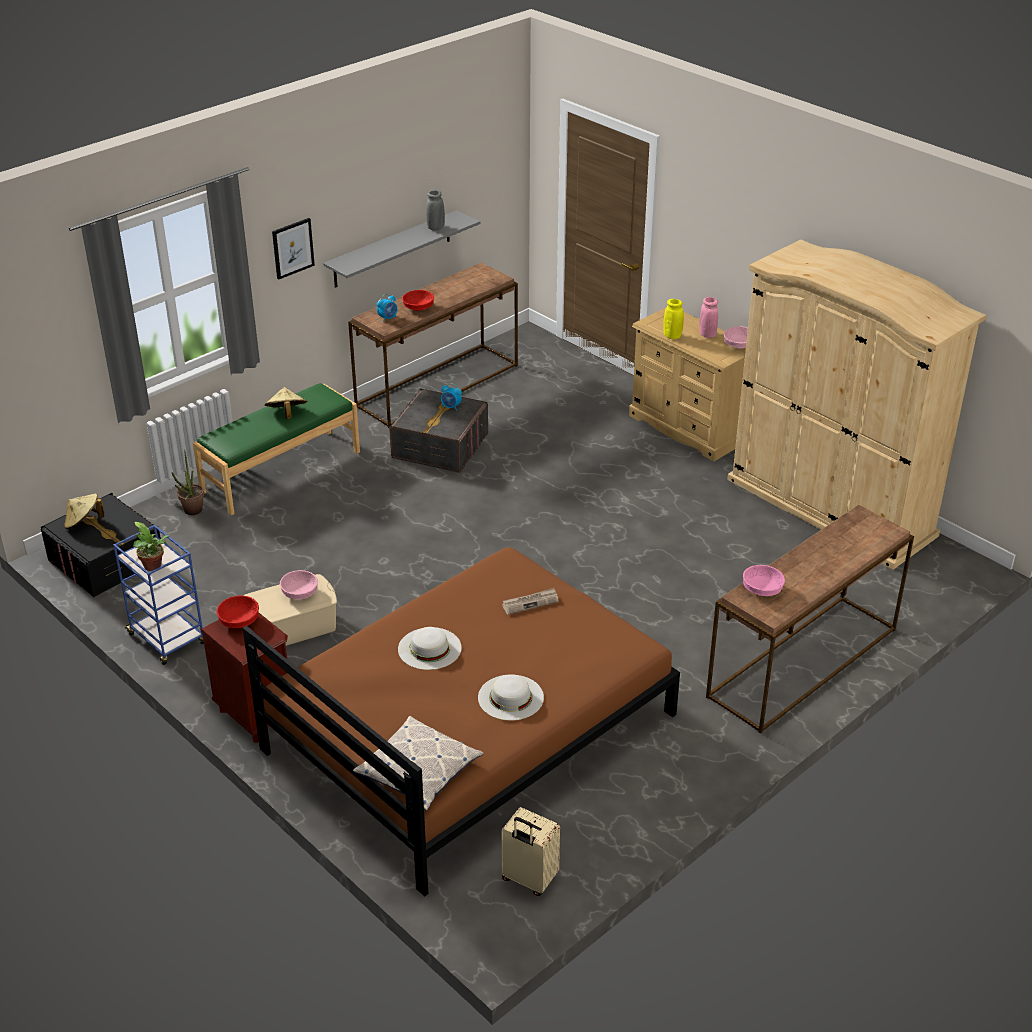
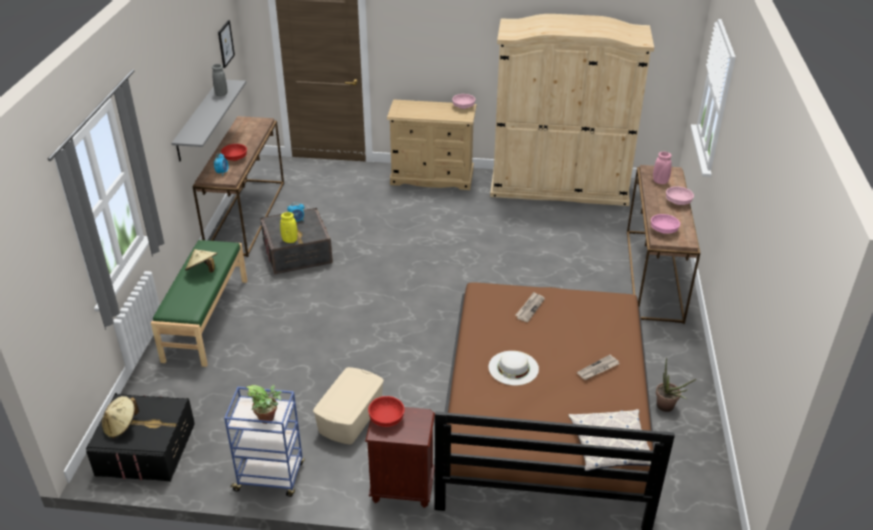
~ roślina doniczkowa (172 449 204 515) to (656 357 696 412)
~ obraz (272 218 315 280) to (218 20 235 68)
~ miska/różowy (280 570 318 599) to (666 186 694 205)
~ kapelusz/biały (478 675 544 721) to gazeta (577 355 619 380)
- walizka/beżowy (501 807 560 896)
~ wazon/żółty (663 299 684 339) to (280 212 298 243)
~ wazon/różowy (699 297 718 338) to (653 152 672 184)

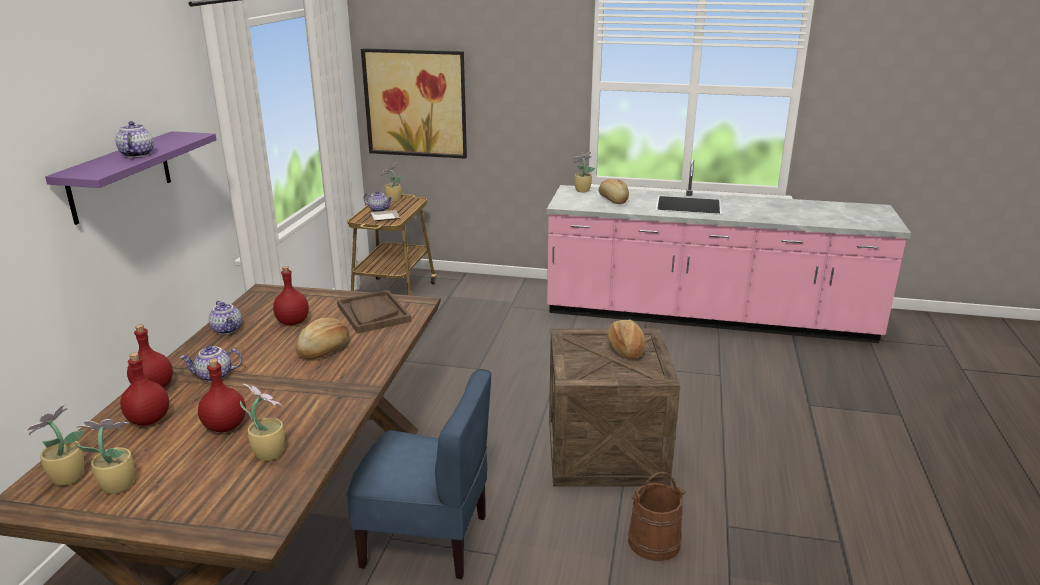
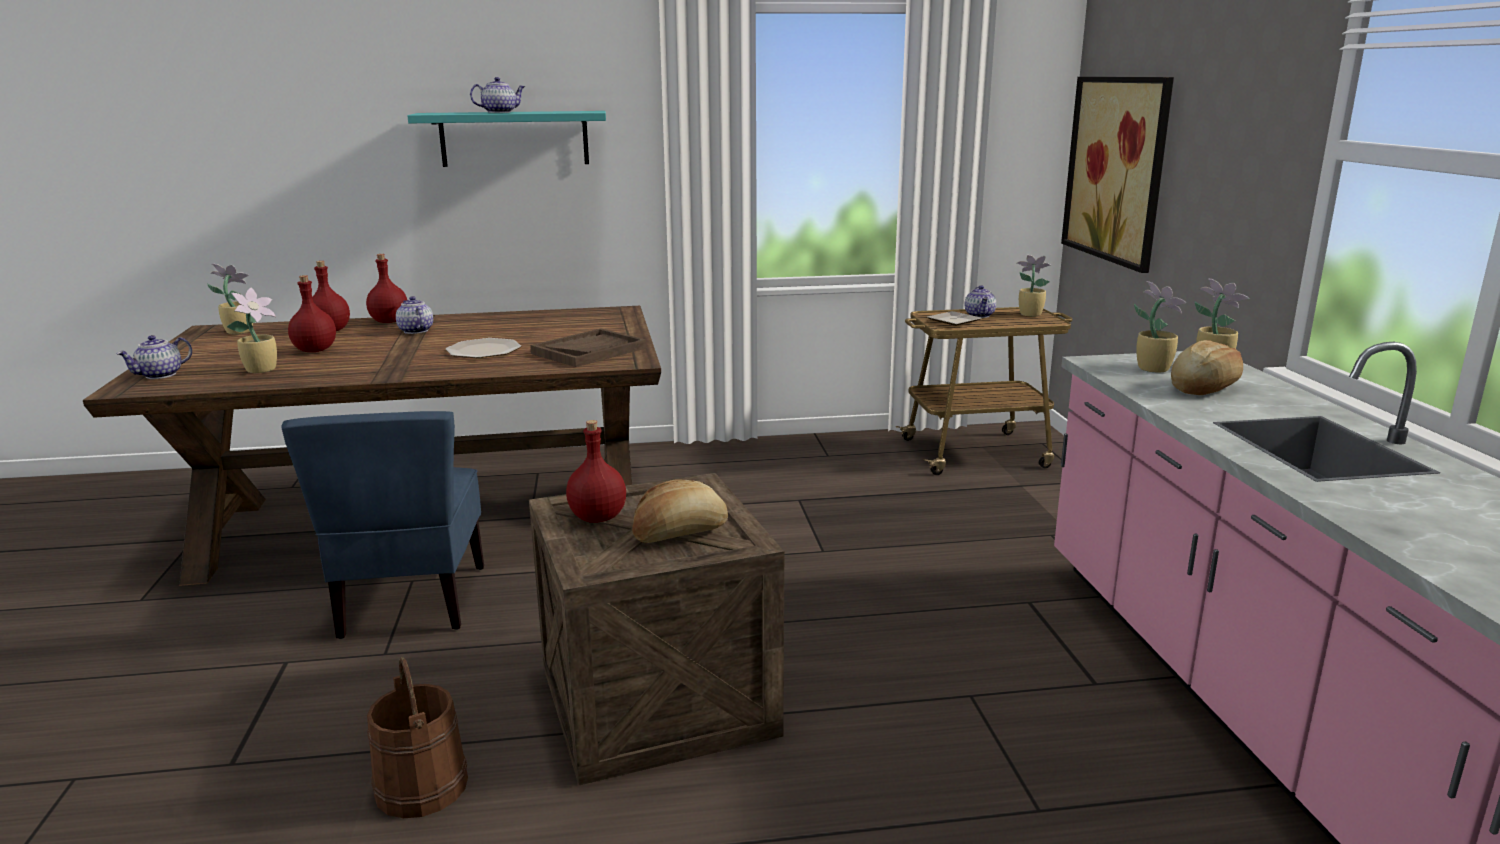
~ półka/fioletowy (45 131 216 225) to półka/turkusowy (407 111 606 167)
~ roślina doniczkowa (76 419 135 494) to (1134 281 1186 373)
~ imbryk (209 301 242 334) to (117 335 192 379)
~ butelka/czerwony (273 266 309 325) to (566 420 626 523)
~ chleb (296 317 349 360) to talerz (446 338 521 358)

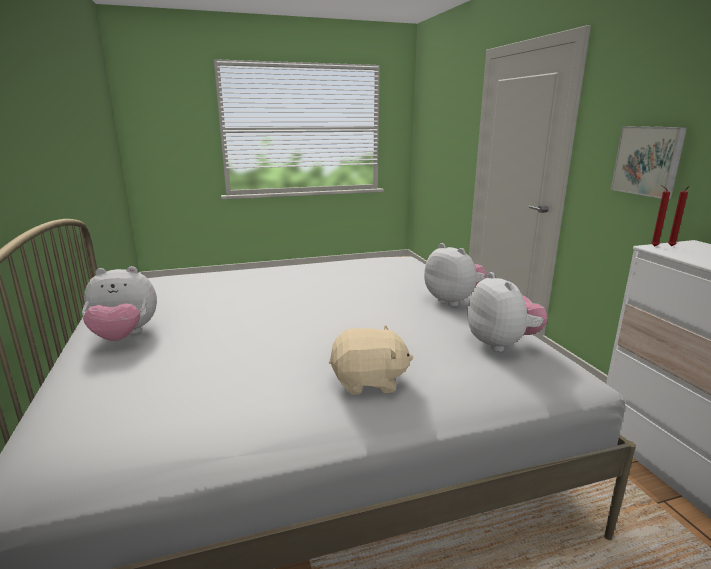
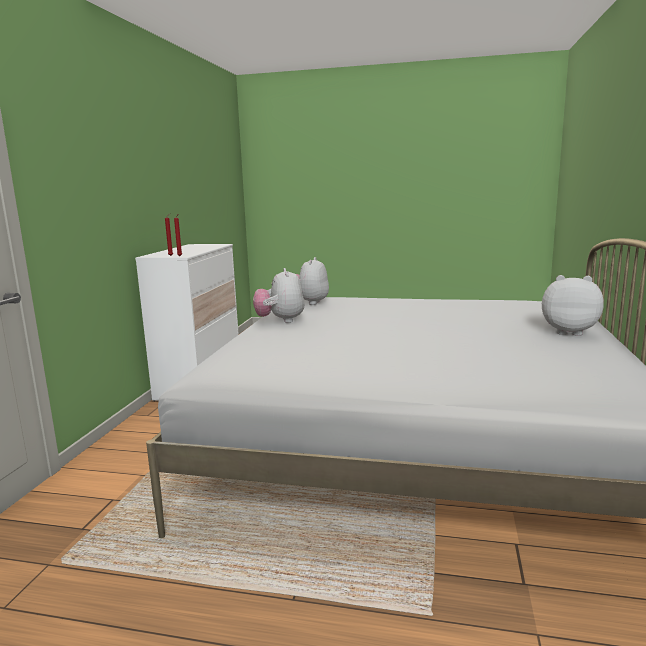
- pluszak/beżowy (329 325 413 395)
- obraz (611 126 687 199)

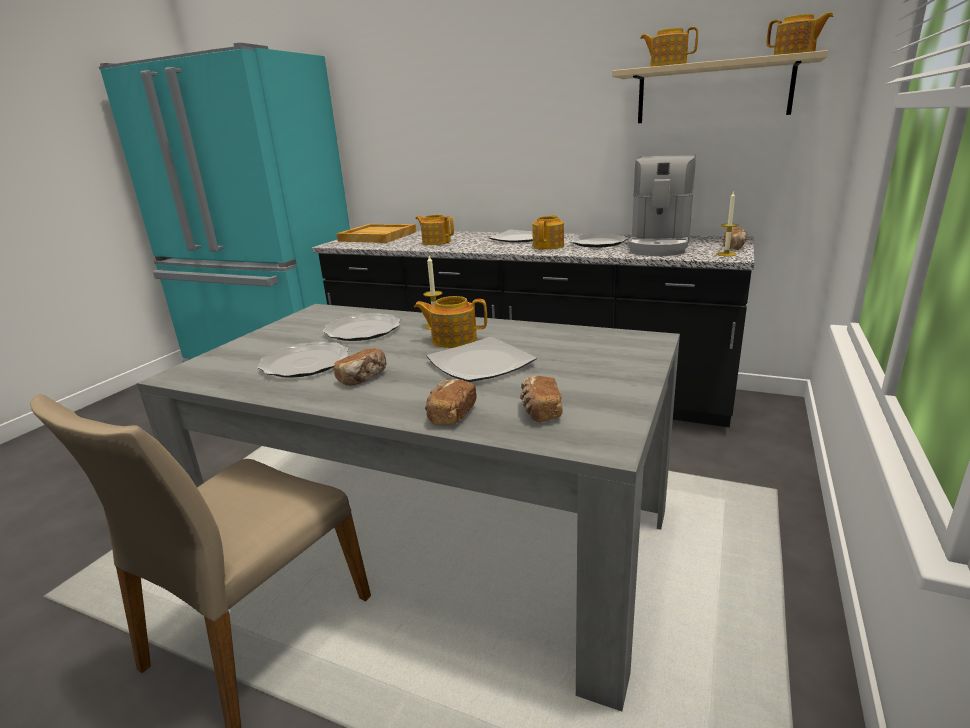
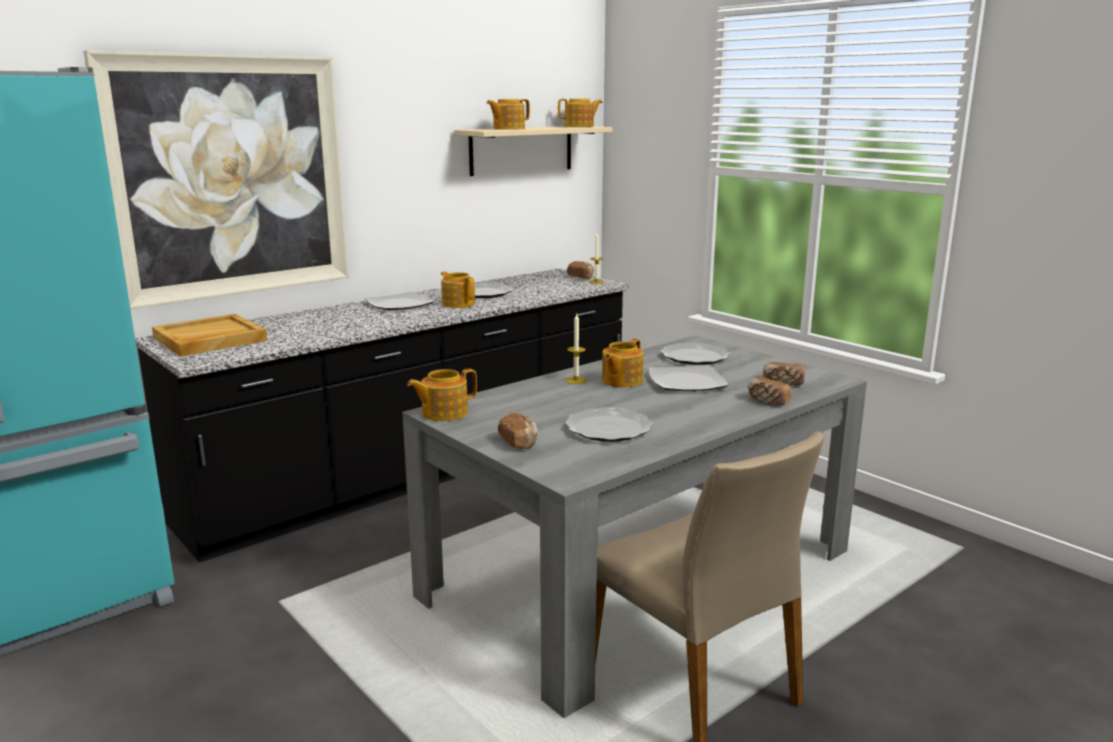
~ talerz (323 313 401 341) to (660 342 730 365)
~ chleb (334 348 386 386) to (498 413 538 449)
~ imbryk (415 215 454 245) to (407 369 477 421)
- ekspres do kawy (628 154 696 256)
+ obraz (83 50 349 310)

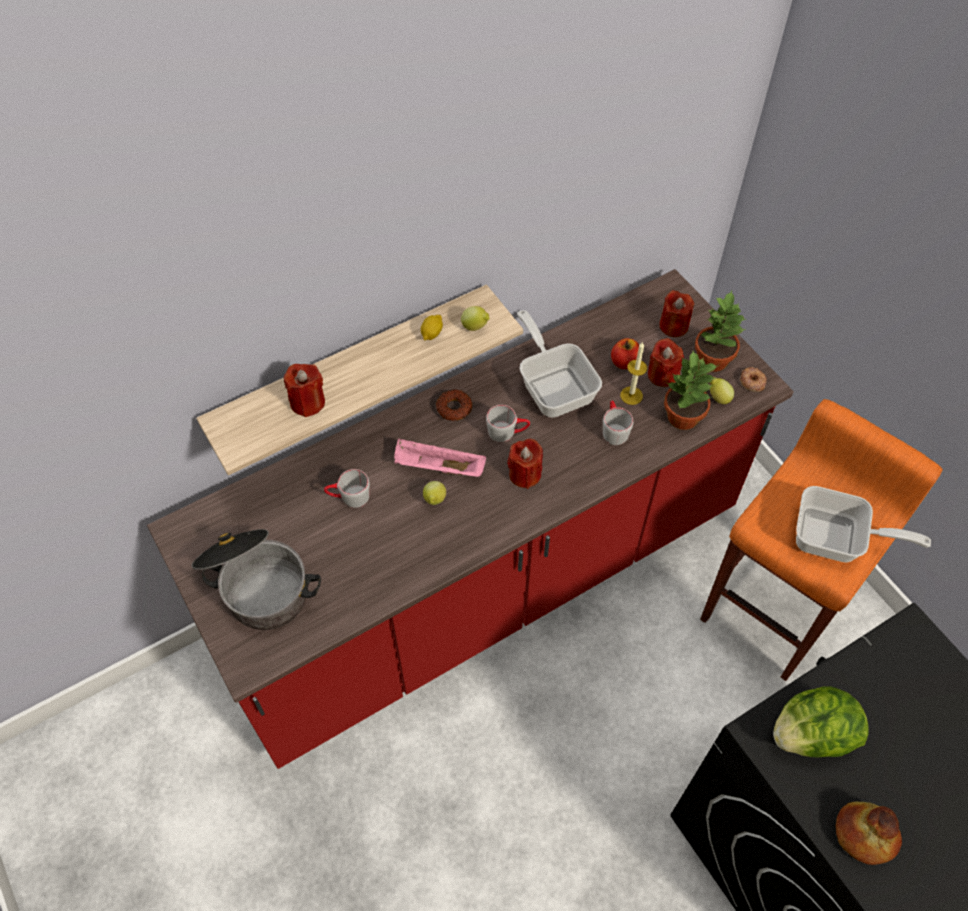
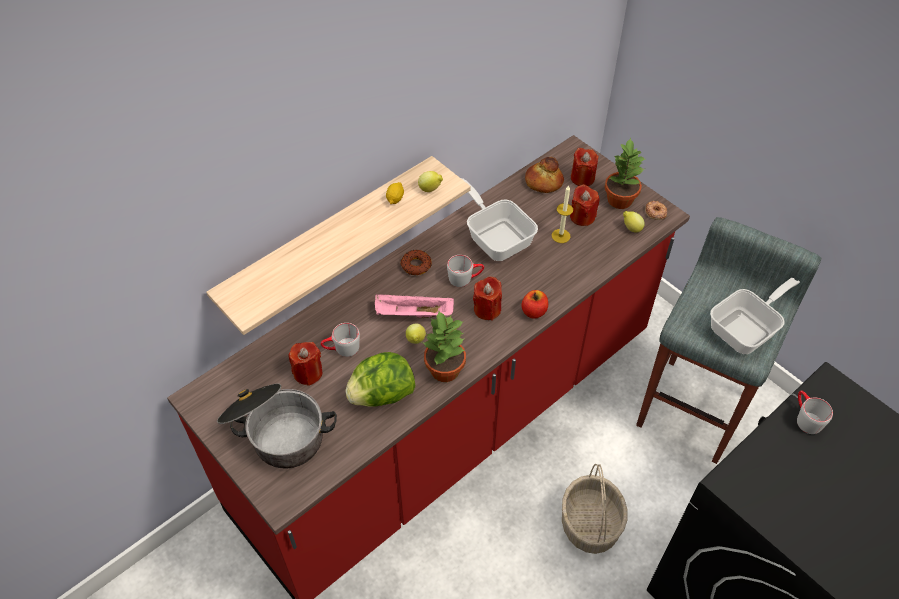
~ świeca/czerwony (284 364 325 417) to (288 342 322 386)
~ kubek/szary (603 400 633 445) to (797 391 833 434)
~ jabłko (611 338 639 369) to (521 290 548 319)
~ roślina doniczkowa (664 351 719 430) to (422 311 466 382)
~ stołek/pomarańczowy (700 399 943 681) to stołek/szary (636 217 822 464)
~ sałata (773 686 869 757) to (345 352 415 406)
~ patelnia (796 486 931 562) = (710 278 800 354) 45 degrees counterclockwise
~ chleb (836 801 902 865) to (525 157 564 193)
+ koszyk (562 464 628 554)

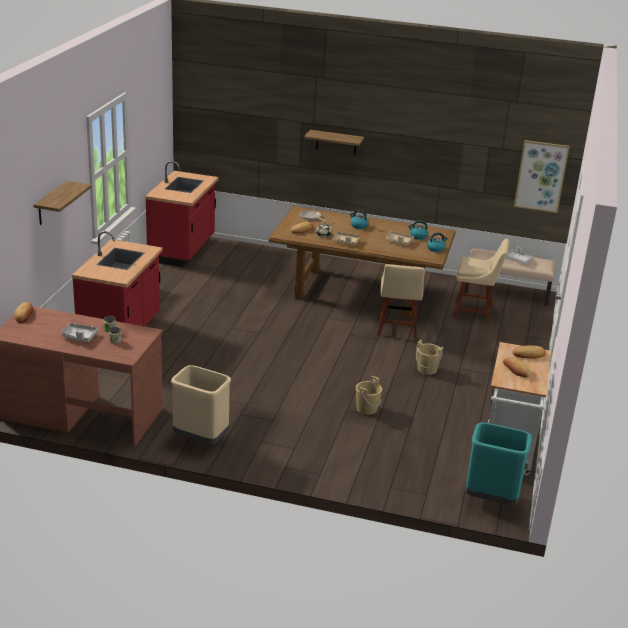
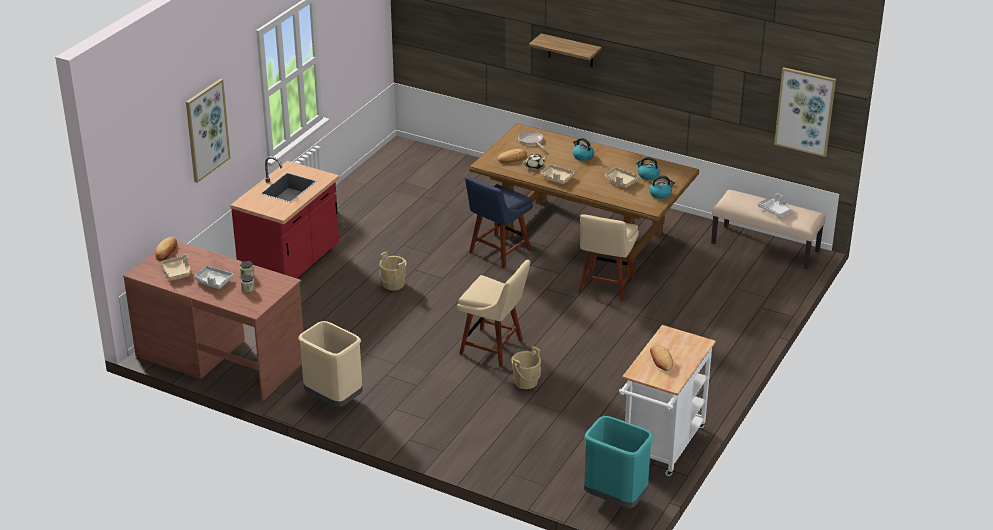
~ półka (34 181 92 225) to obraz (186 79 230 183)
- zabudowa kuchenna/czerwony (145 161 218 267)
~ wiadro/beżowy (416 340 443 375) to (379 251 407 290)
~ krzesło/beżowy (453 238 509 324) to (457 260 530 367)
- chleb (512 345 546 358)
+ taca/beżowy (161 254 190 281)
+ krzesło/niebieski (465 176 533 268)

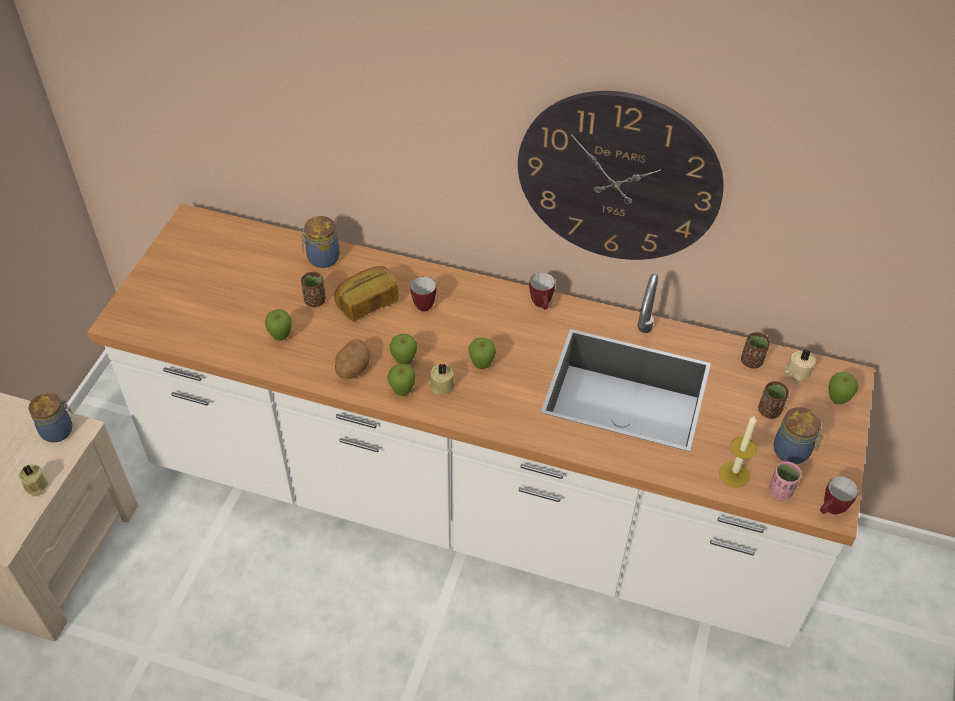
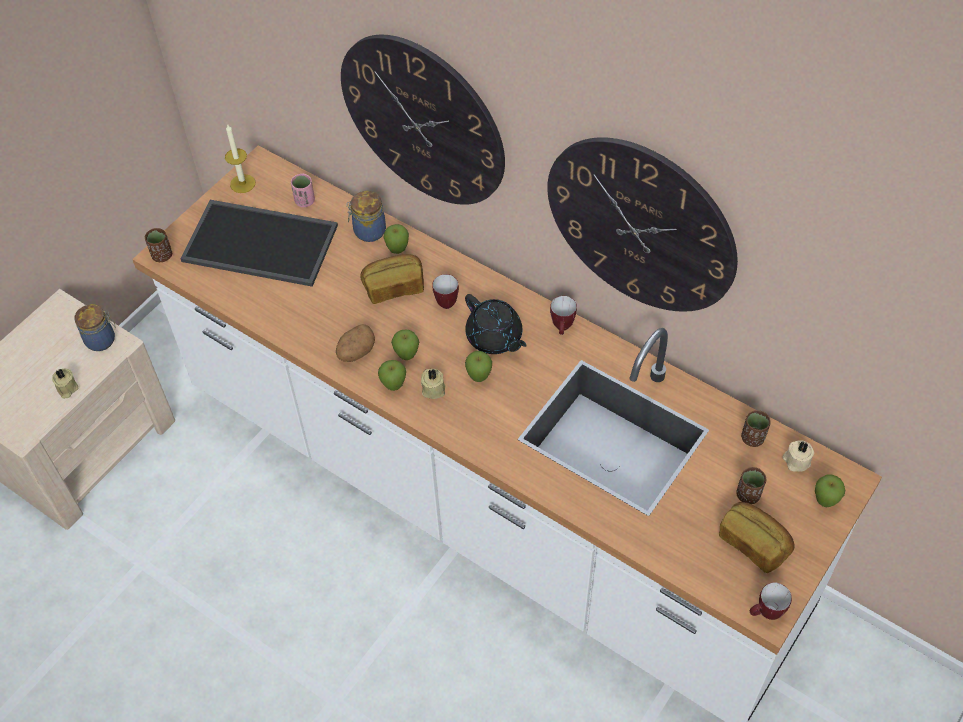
~ jabłko (265 309 292 341) to (383 224 409 254)
~ filiżanka/brązowy (301 272 326 307) to (145 228 172 262)
~ świeca (719 415 757 487) to (225 125 255 193)
~ filiżanka/różowy (769 461 801 500) to (291 174 315 207)
~ słoik (773 407 825 464) to chleb (719 502 794 573)
+ taca (181 200 338 287)
+ zegar ścienny (341 34 505 205)
+ imbryk/czarny (465 294 527 354)

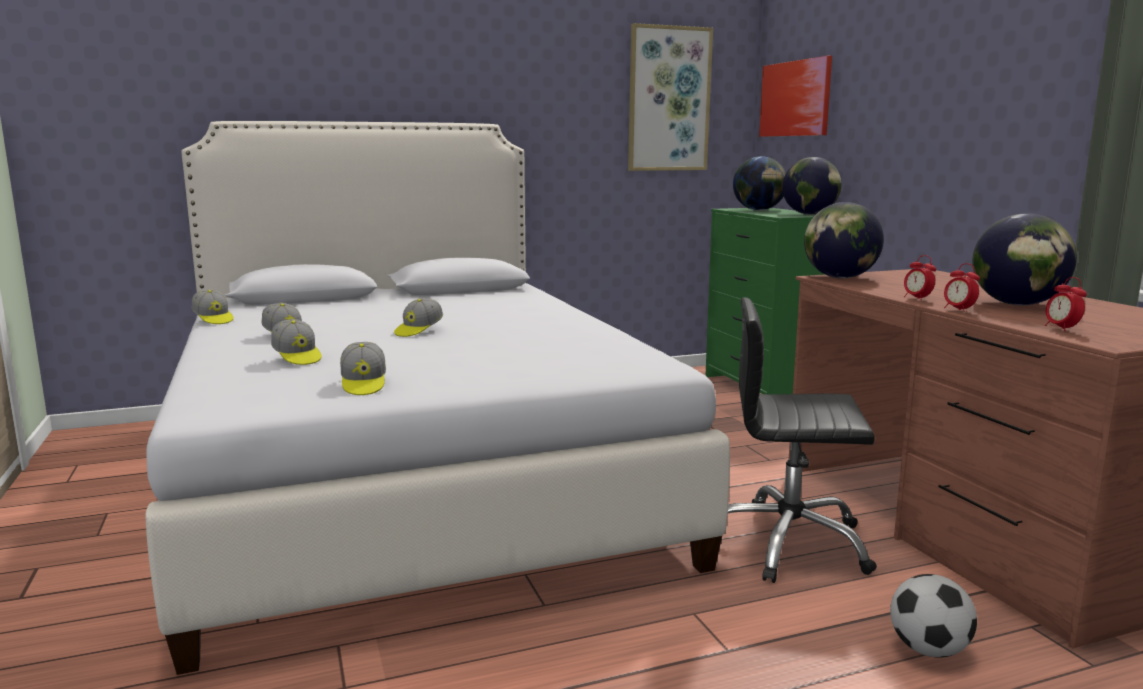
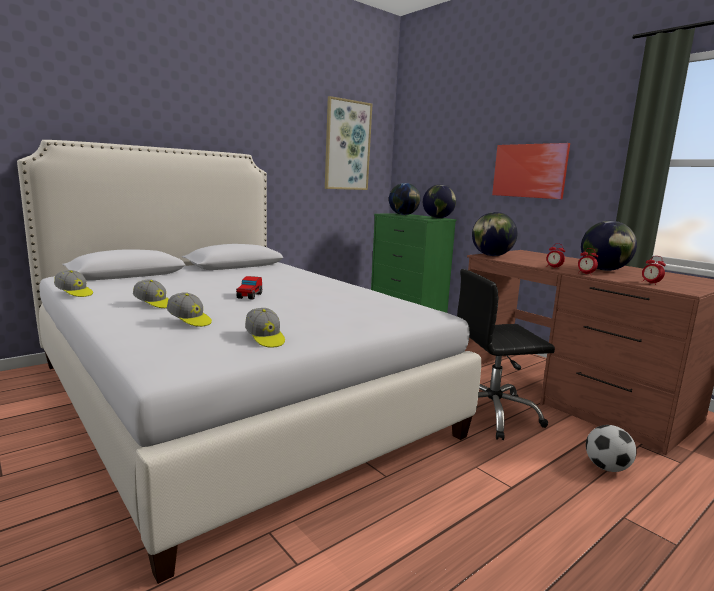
~ czapka z daszkiem (394 298 443 337) to samochodzik (236 276 262 300)
~ obraz (759 56 832 137) to (492 143 570 199)

